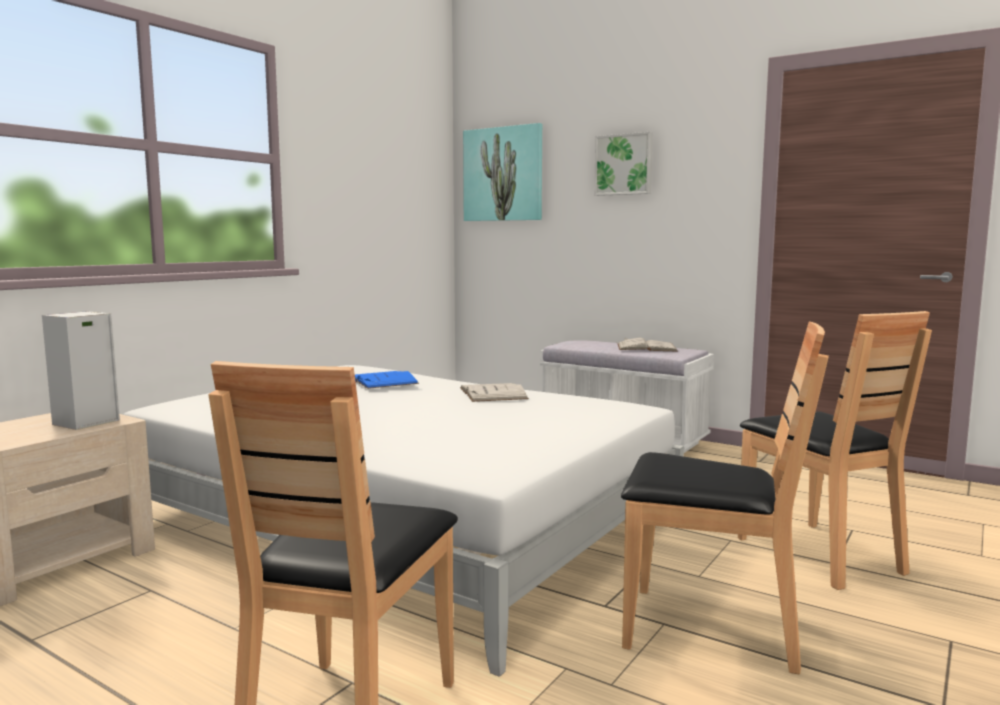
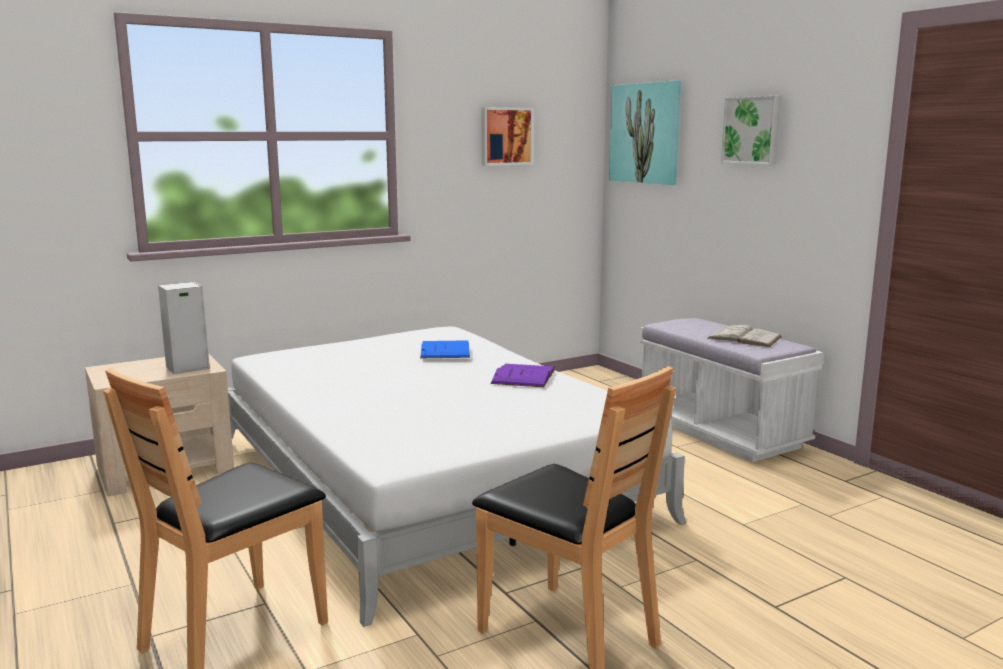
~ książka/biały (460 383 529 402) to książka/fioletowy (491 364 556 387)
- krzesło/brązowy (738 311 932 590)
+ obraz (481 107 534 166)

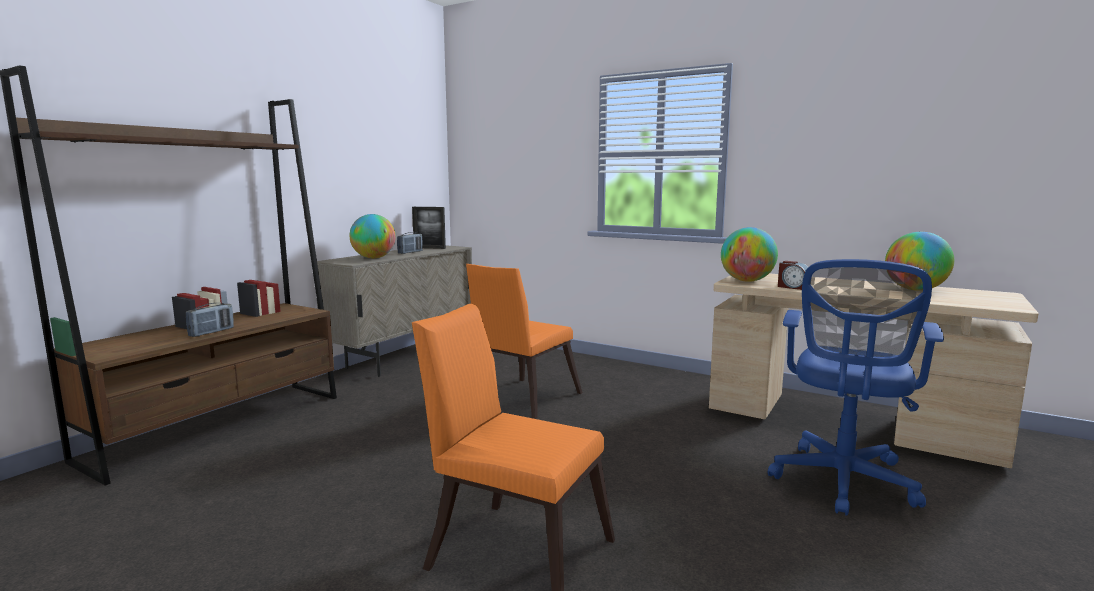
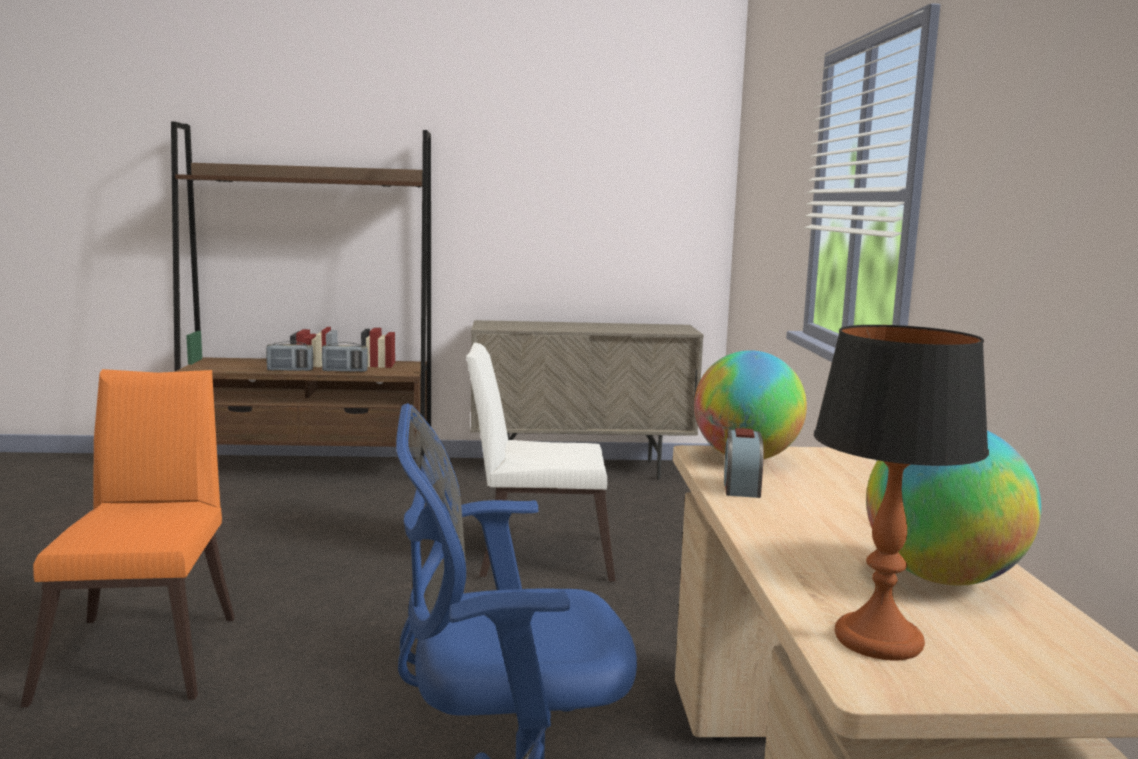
- globus (350 214 396 258)
~ radio (397 232 423 254) to (322 342 368 372)
- ramka na zdjęcie (412 207 446 249)
~ krzesło/pomarańczowy (466 264 583 419) to krzesło/biały (466 343 616 581)
+ lampa stołowa (814 325 989 660)

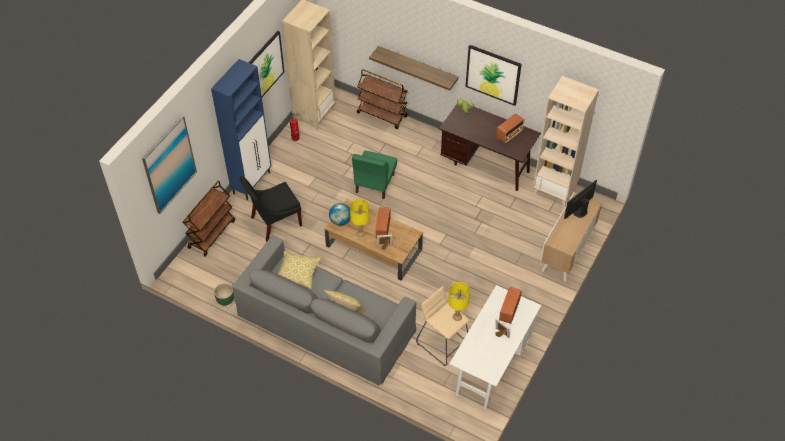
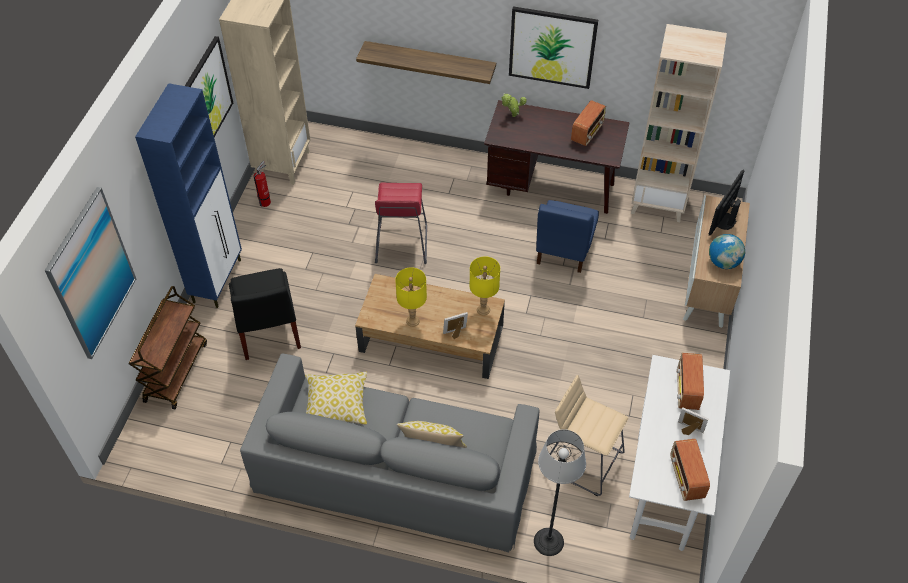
- donica/zielony (214 283 234 306)
~ krzesło/czarny (240 176 302 242) = (229 268 301 360) 60 degrees counterclockwise
~ globus (329 203 350 226) to (709 234 745 269)
~ krzesło/zielony (352 151 397 199) to stołek/czerwony (375 182 427 264)
- wózek/brązowy (357 69 408 129)
~ radio (375 207 391 239) to (670 439 710 501)
~ lampa stołowa/żółty (448 282 470 321) to (470 256 500 316)
+ lampa stojąca (534 429 586 556)
+ krzesło/niebieski (536 200 599 273)

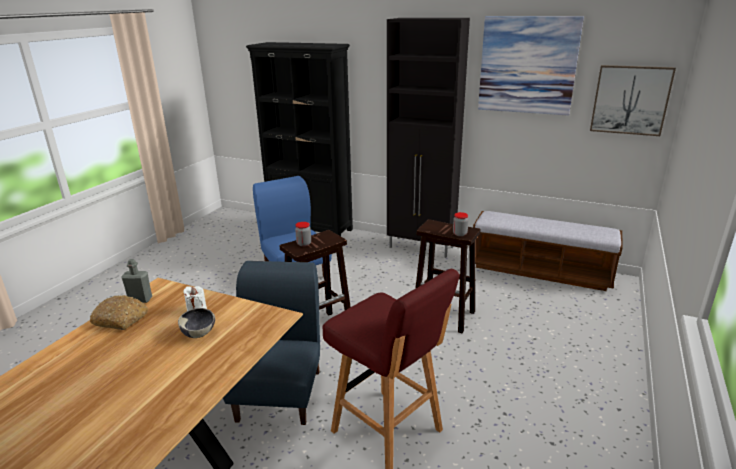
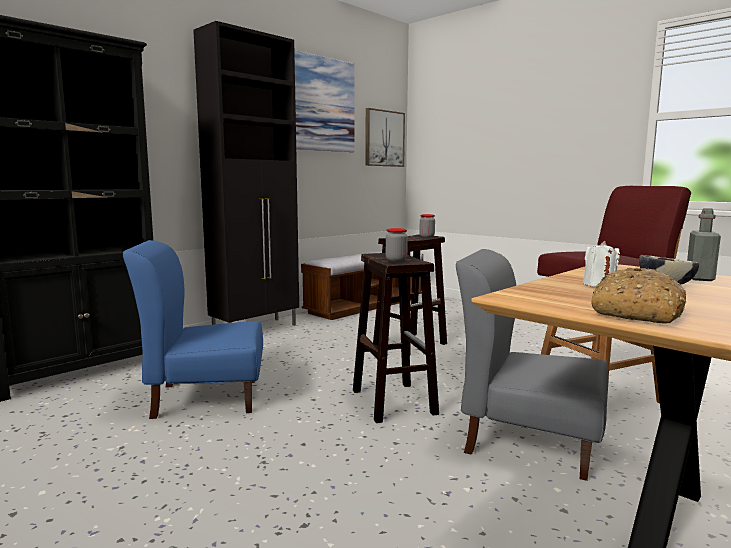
~ butelka/szary (121 259 152 303) to (687 208 721 281)
~ krzesło/niebieski (223 261 320 425) to krzesło/szary (456 249 608 481)

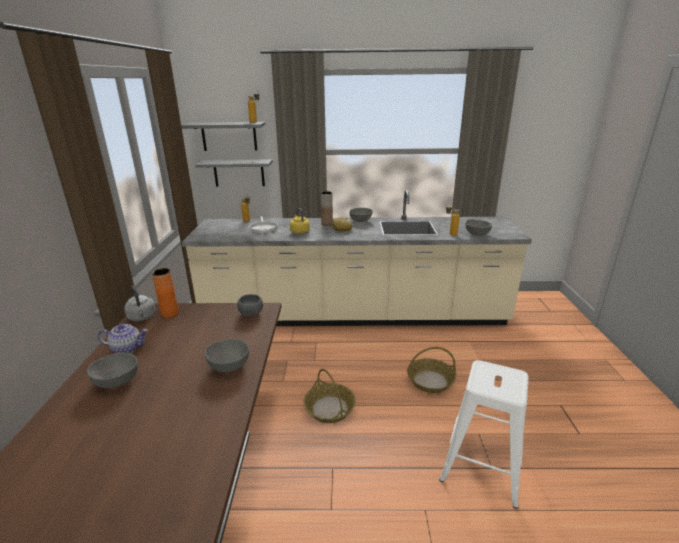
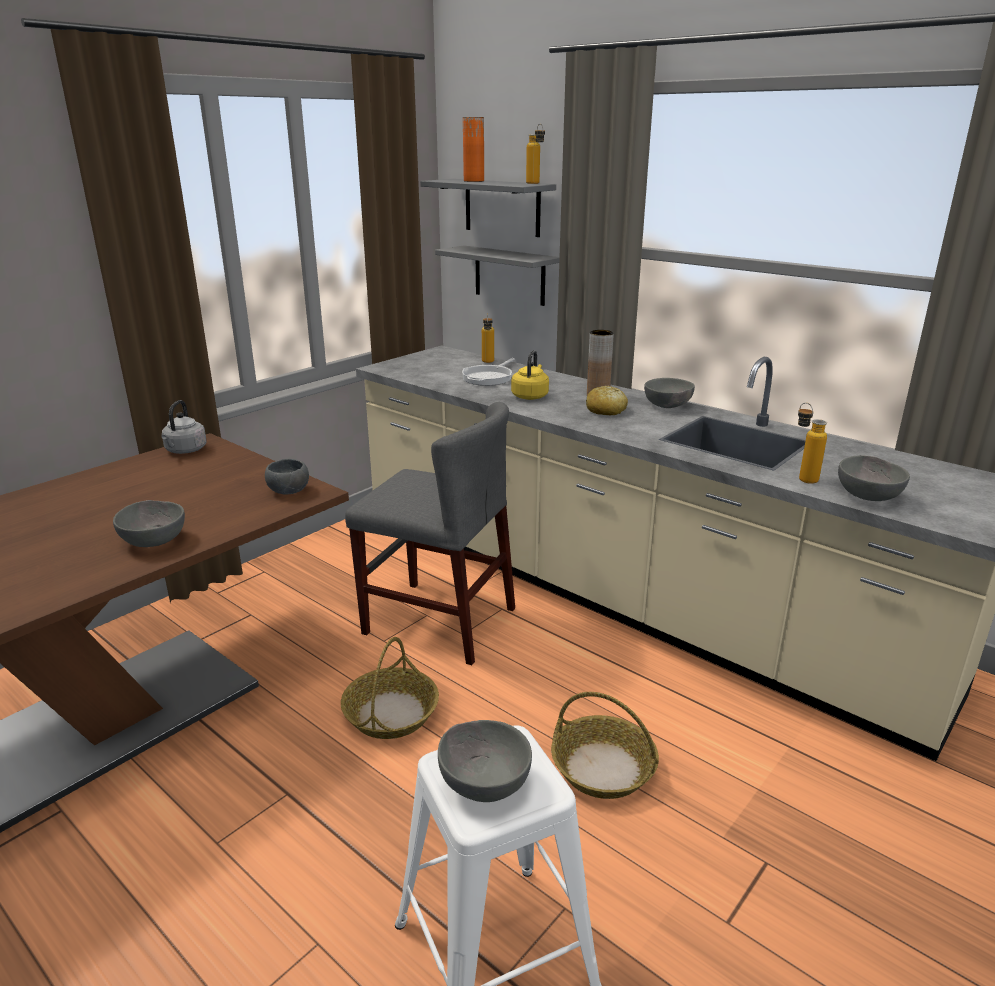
~ miska/szary (87 352 138 388) to (438 720 532 802)
- imbryk (98 324 148 353)
~ wazon/pomarańczowy (152 268 179 318) to (463 117 484 182)
+ krzesło/szary (345 402 515 665)

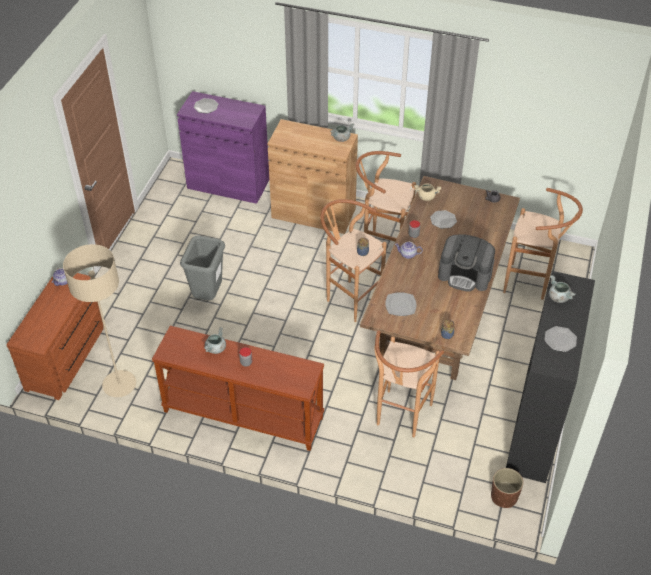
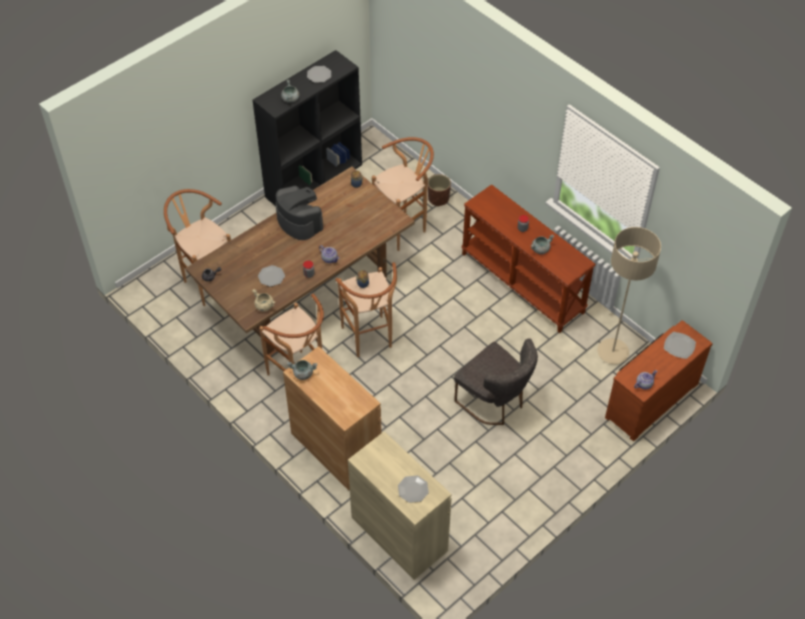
~ szafka/fioletowy (177 91 269 204) to szafka/beżowy (348 431 452 580)
~ kosz na śmieci/szary (180 236 225 300) to krzesło/szary (454 338 538 425)
~ talerz (385 292 417 316) to (664 332 696 359)
~ donica/brązowy (491 468 523 508) to (428 174 451 207)

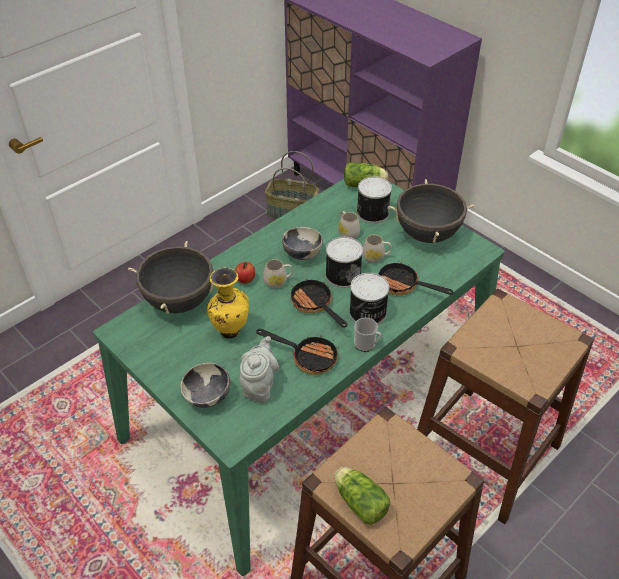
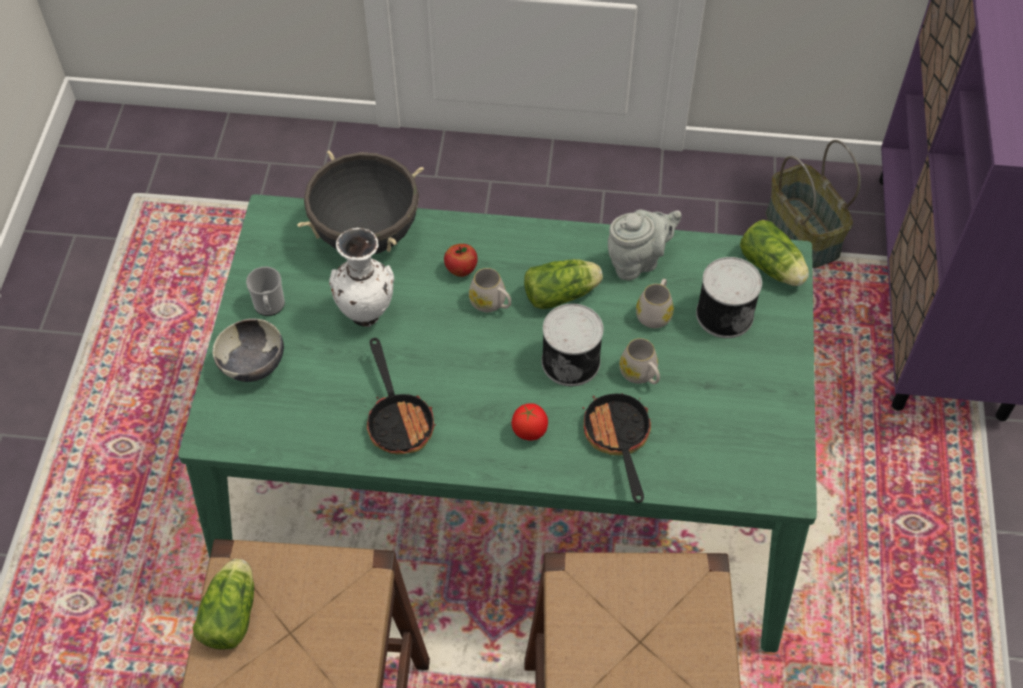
~ wazon/żółty (207 268 249 339) to wazon/biały (329 228 394 327)
~ imbryk/szary (240 336 279 403) to (608 210 682 280)
~ miska (282 227 323 260) to sałata (524 259 603 309)
- patelnia (289 280 348 328)
~ puszka (349 273 389 325) to pomidor (511 403 548 440)
~ kubek (354 317 382 352) to (246 267 285 316)
- garnek/czarny (388 179 475 243)

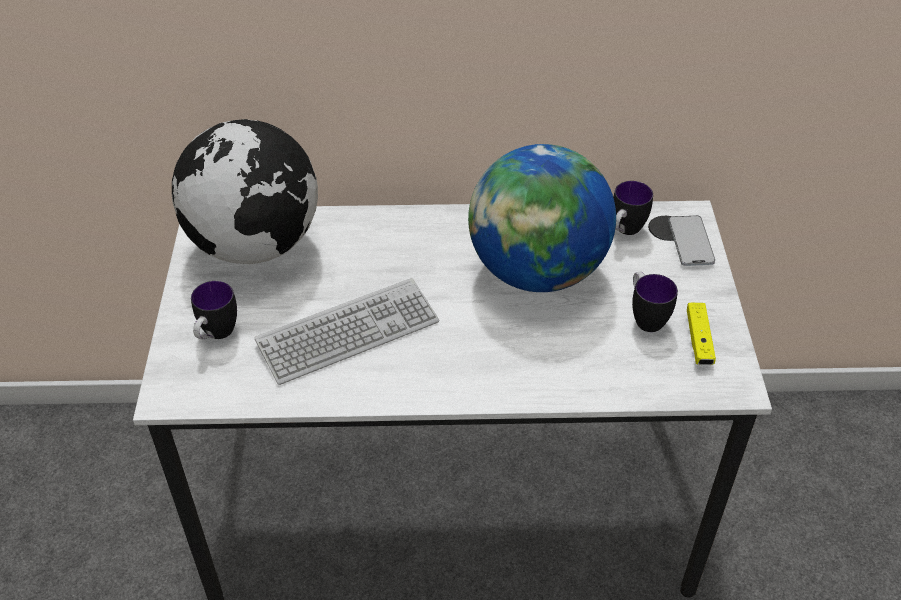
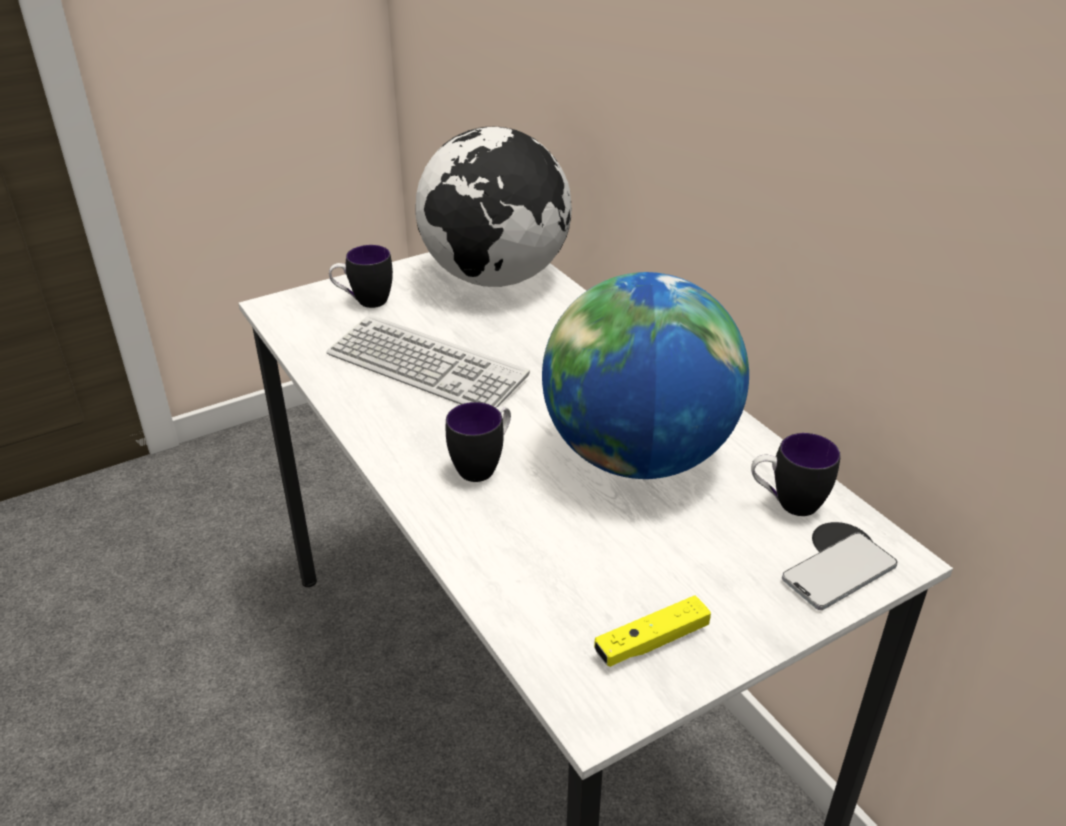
~ kubek (632 272 678 332) to (446 402 511 482)

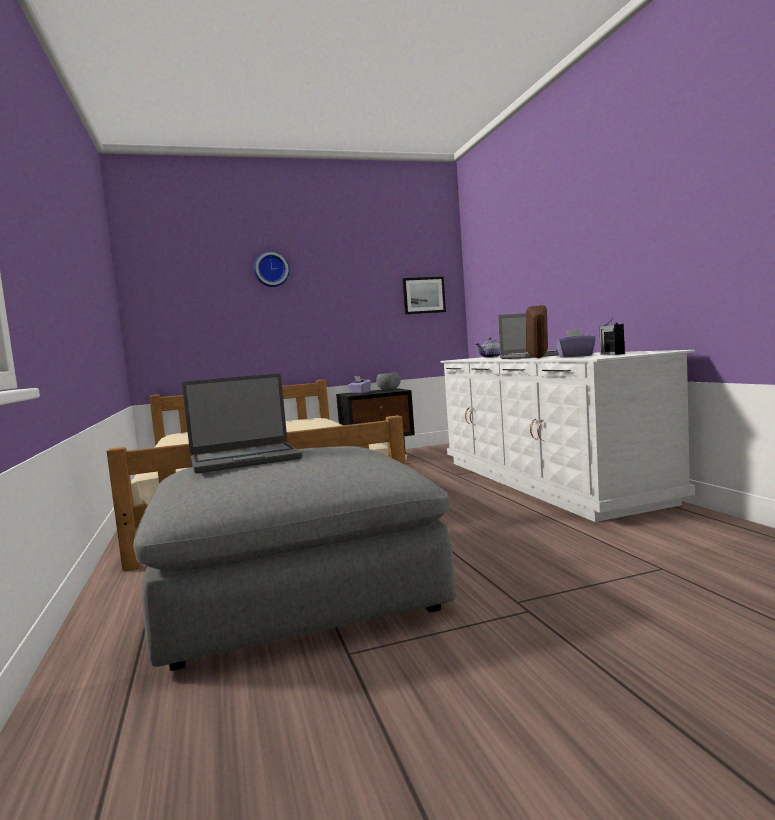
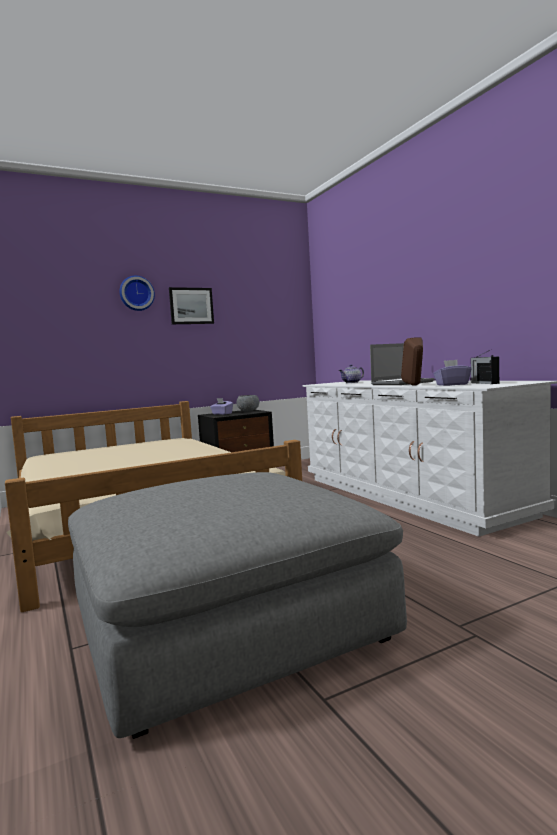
- laptop (182 373 303 473)
~ obraz (402 277 446 314) to (169 287 214 324)

